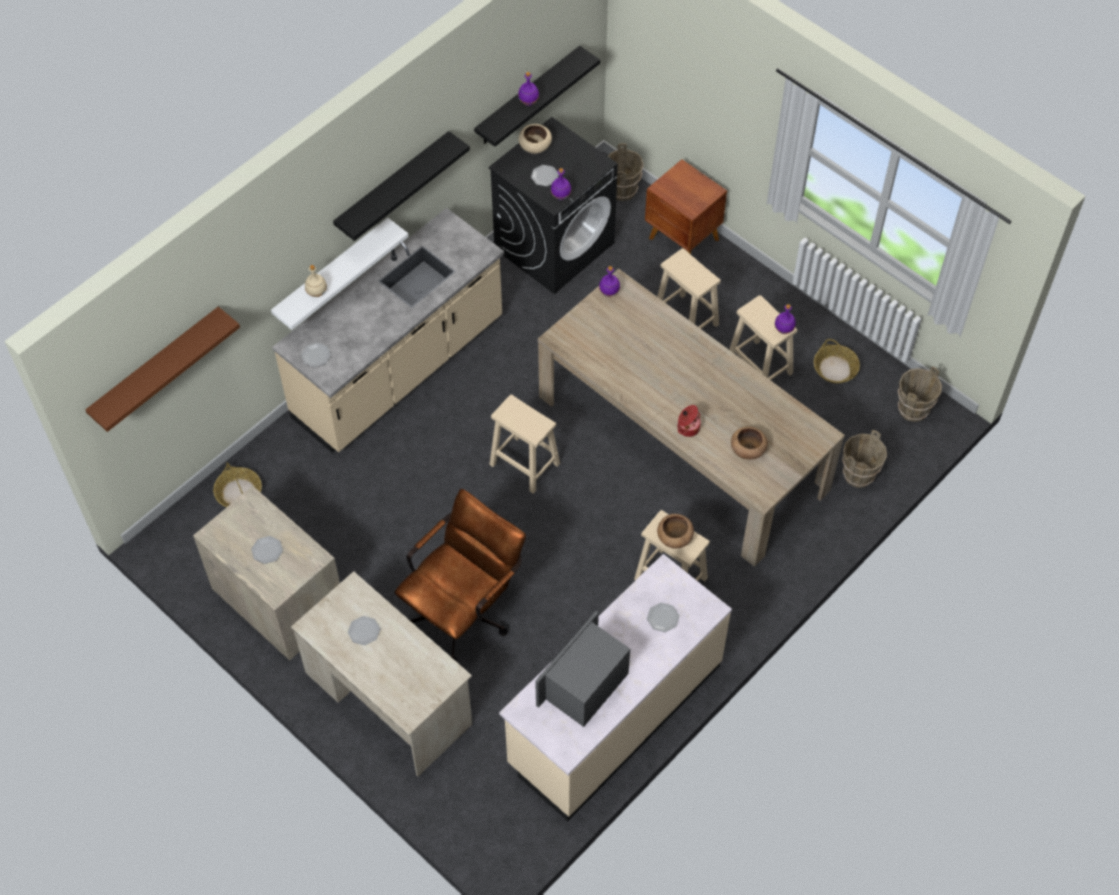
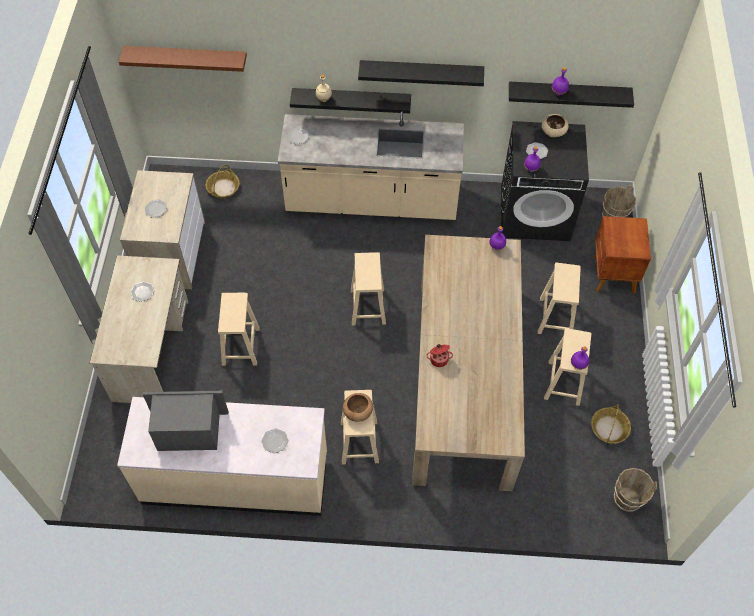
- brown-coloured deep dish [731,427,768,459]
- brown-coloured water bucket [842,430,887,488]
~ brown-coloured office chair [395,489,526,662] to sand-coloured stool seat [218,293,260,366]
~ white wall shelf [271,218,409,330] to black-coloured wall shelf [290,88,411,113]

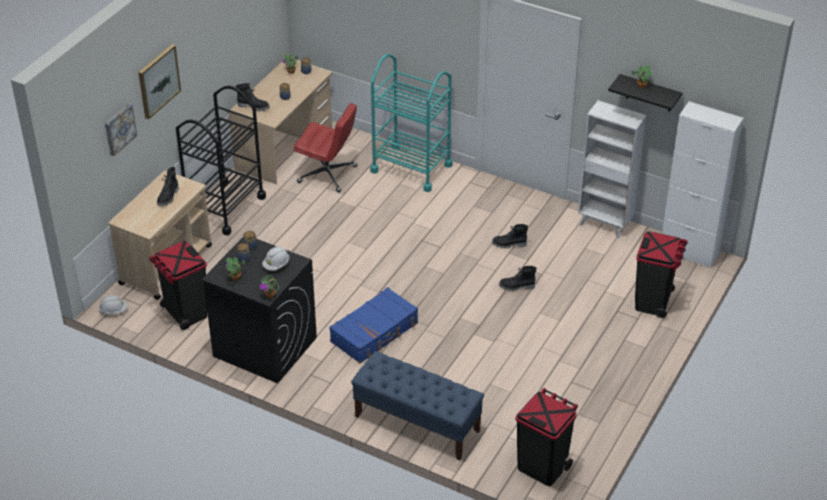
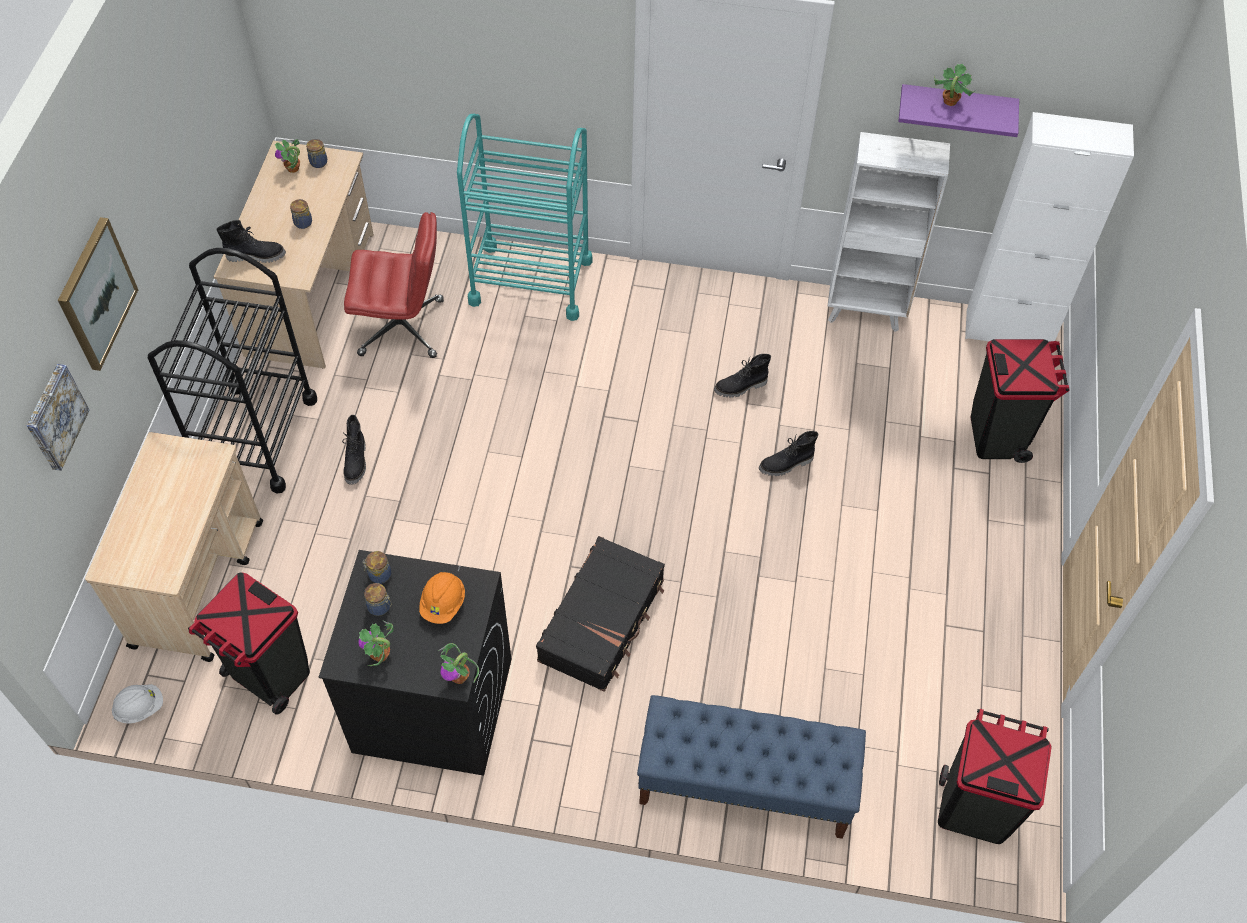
~ black-coloured boot [157,167,179,206] to [342,415,366,485]
~ white safety helmet [262,246,289,271] to orange-coloured safety helmet [419,572,465,624]
~ bluish piece of luggage [329,287,418,364] to black-coloured piece of luggage [536,536,665,692]
~ black-coloured wall shelf [608,74,682,111] to purplish wall shelf [898,84,1019,137]

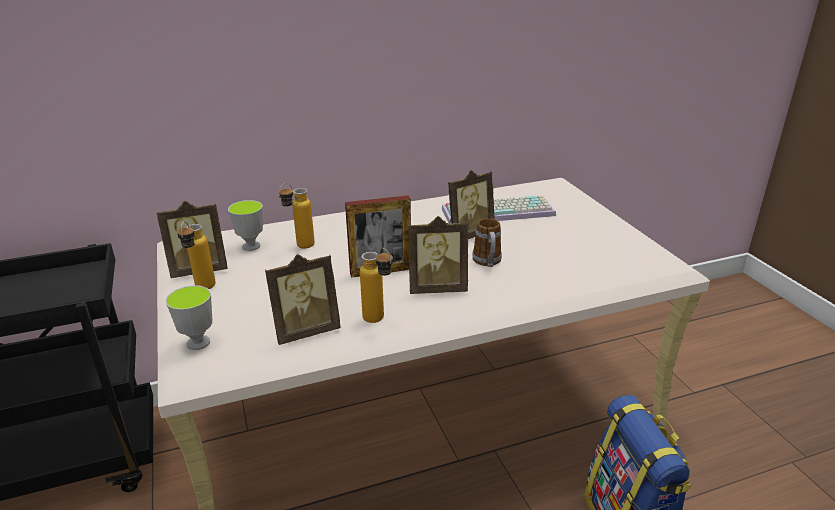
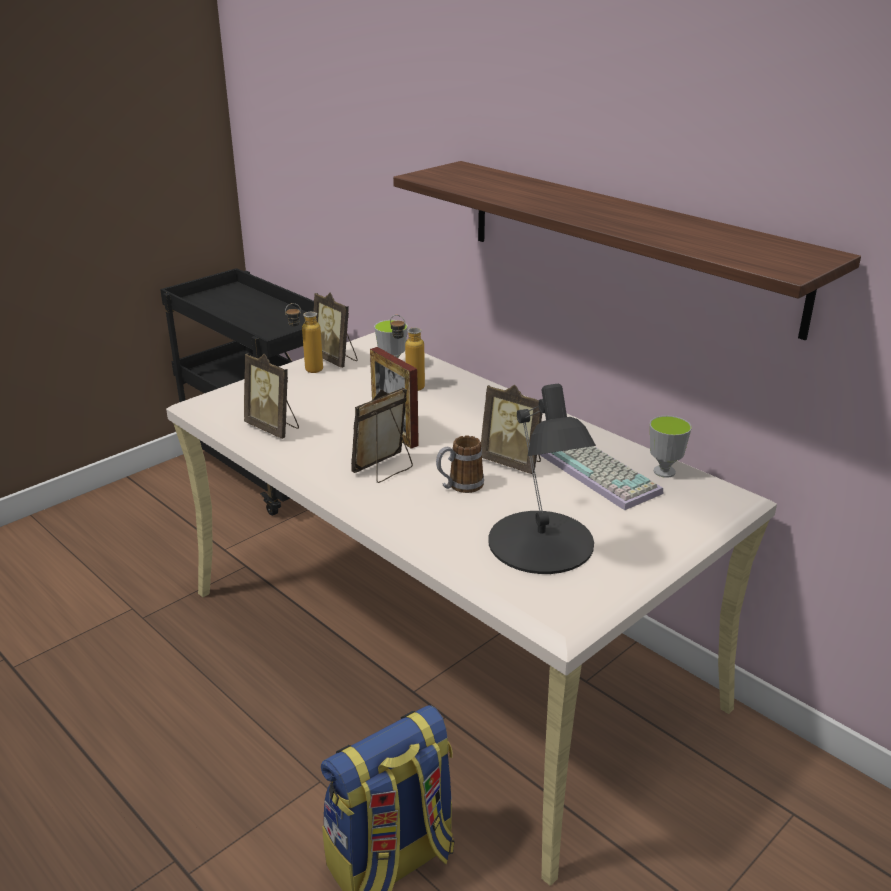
- drink bottle [360,247,393,323]
+ wall shelf [393,161,861,340]
+ black-coloured tabletop lamp [488,384,596,574]
~ small cup [165,285,212,350] to [650,416,692,478]
~ photo frame [408,216,468,294] = [351,388,413,483] 75 degrees clockwise

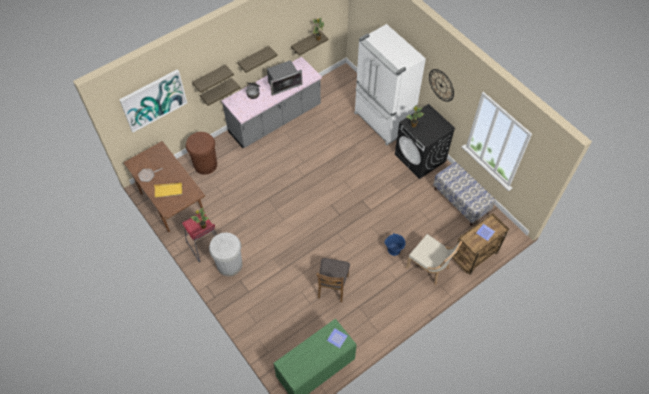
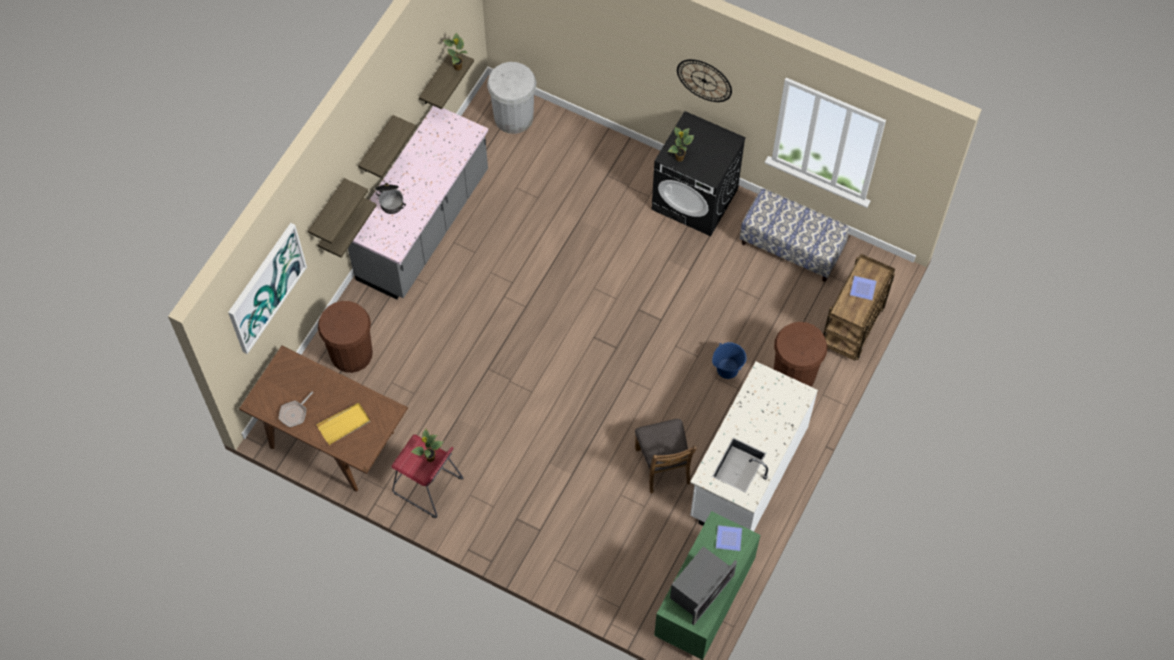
- white fridge [354,24,426,146]
+ white counter [690,361,818,532]
~ white waste bin [209,232,242,276] to [487,62,536,134]
~ kitchen microwave [267,60,302,96] to [670,546,737,626]
~ sand-coloured chair [406,234,462,285] to brown-coloured waste bin [774,322,827,387]

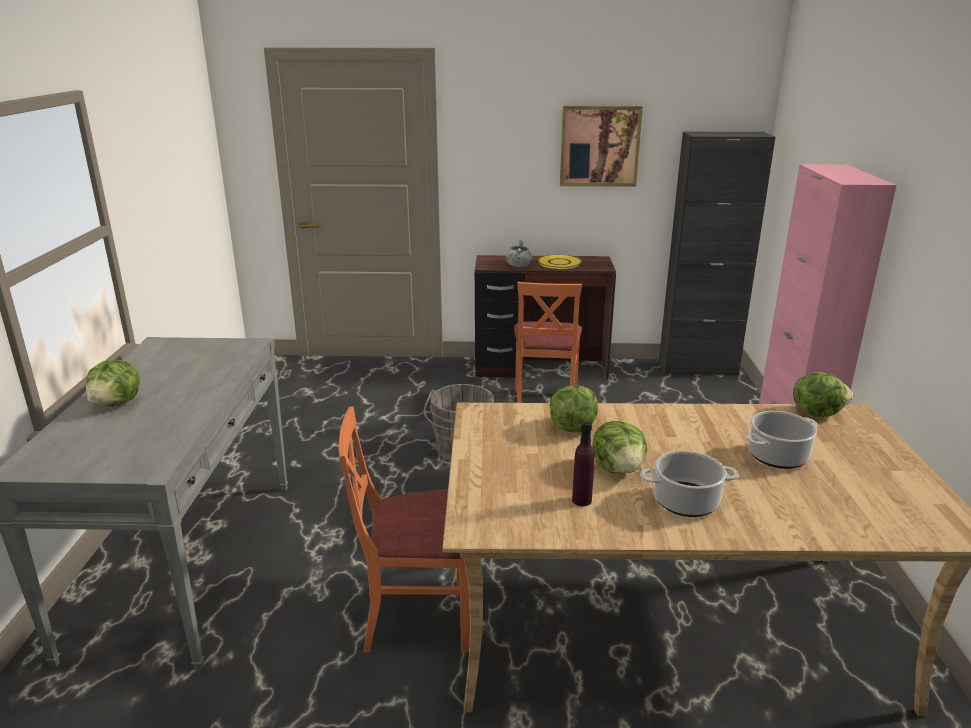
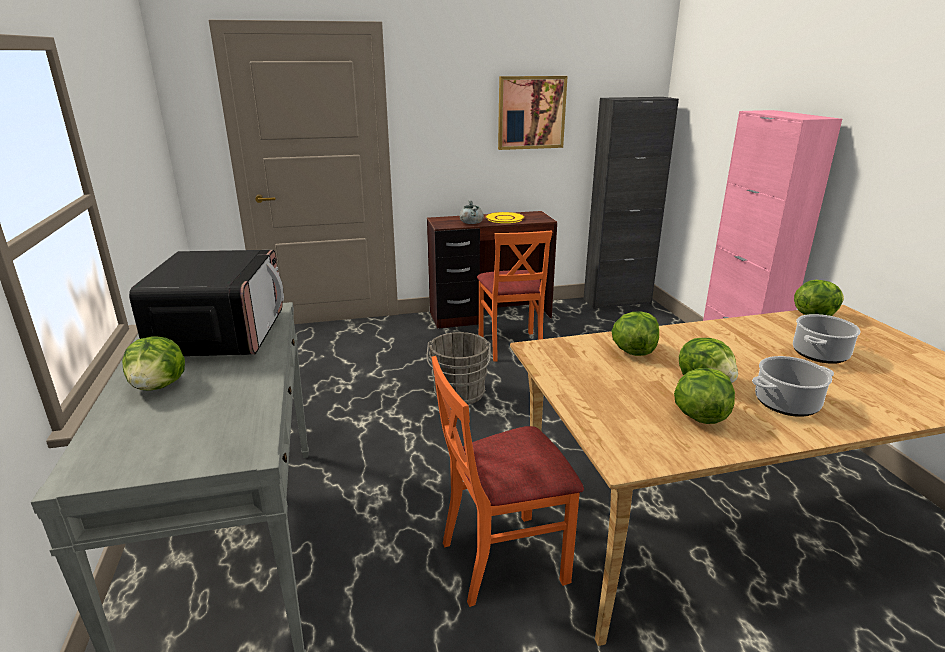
+ kitchen microwave [129,250,284,356]
~ purplish drink bottle [572,421,595,506] to head of lettuce [674,368,735,424]

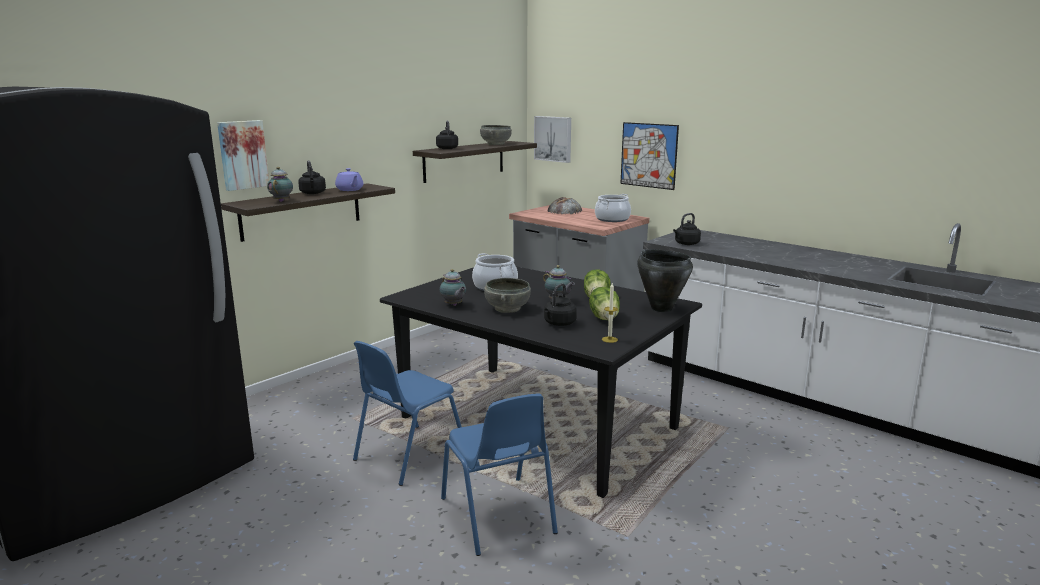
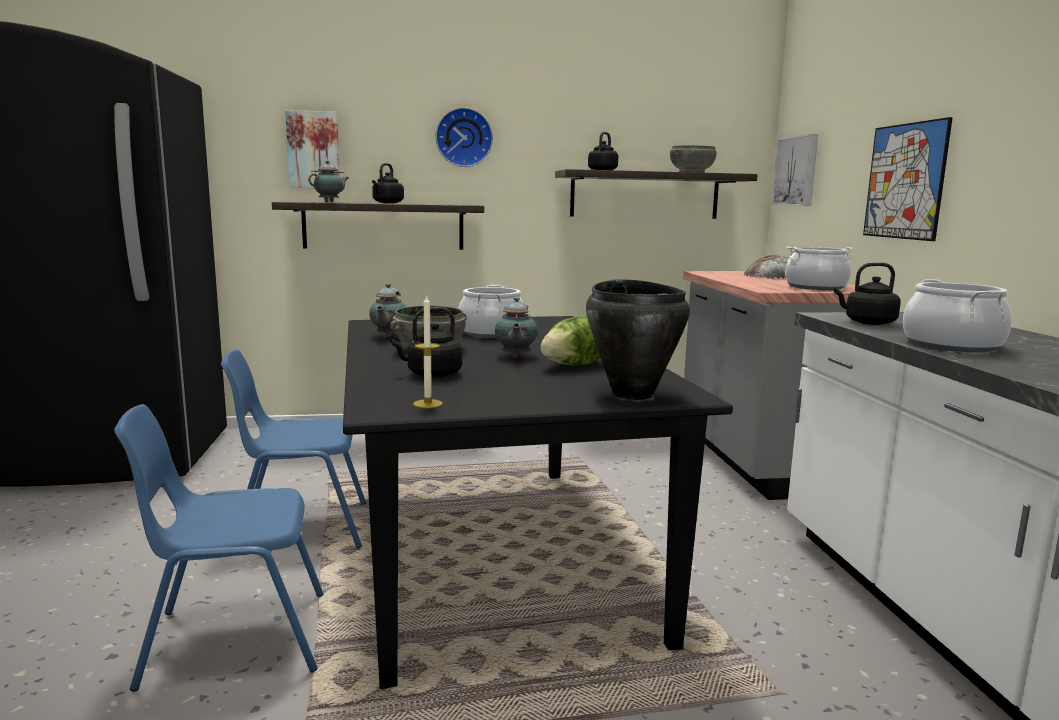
- purplish tea pot [335,168,363,191]
- head of lettuce [589,287,620,320]
+ clock on the wall [435,107,493,167]
+ saucepot [903,279,1012,352]
~ bluish chair [441,393,558,556] = [114,404,324,692] 60 degrees clockwise

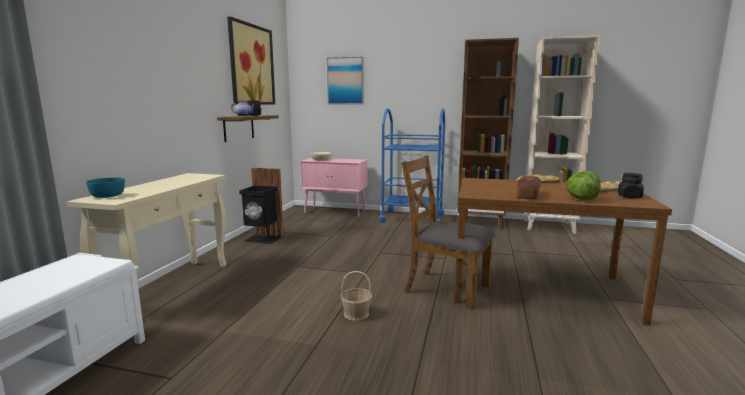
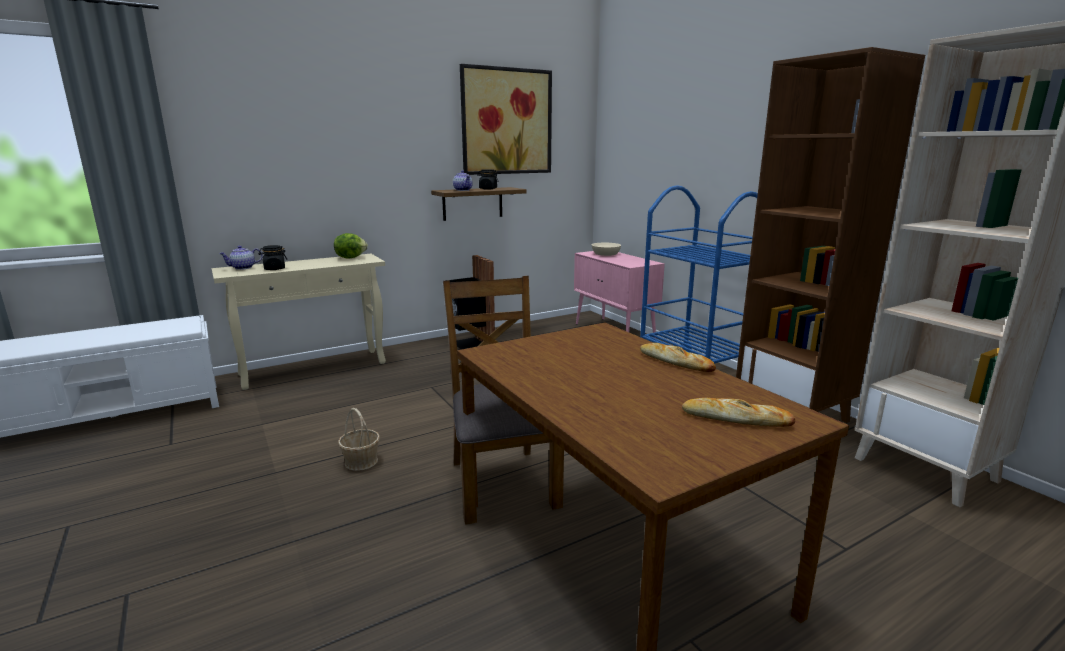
- picture [327,57,364,104]
- bread [517,176,541,199]
~ head of lettuce [566,171,601,200] to [334,233,368,258]
~ black-coloured preserve jar [618,173,644,198] to [259,245,287,270]
~ blue-green deep dish [86,177,125,198] to tea pot [219,246,263,270]

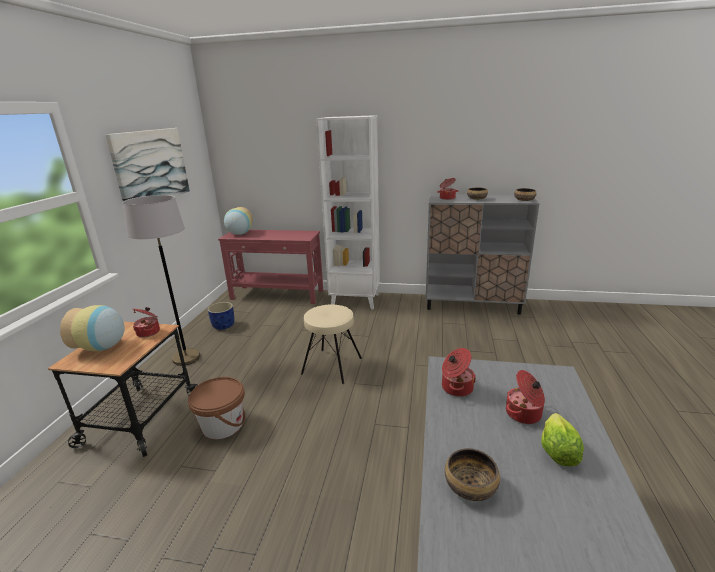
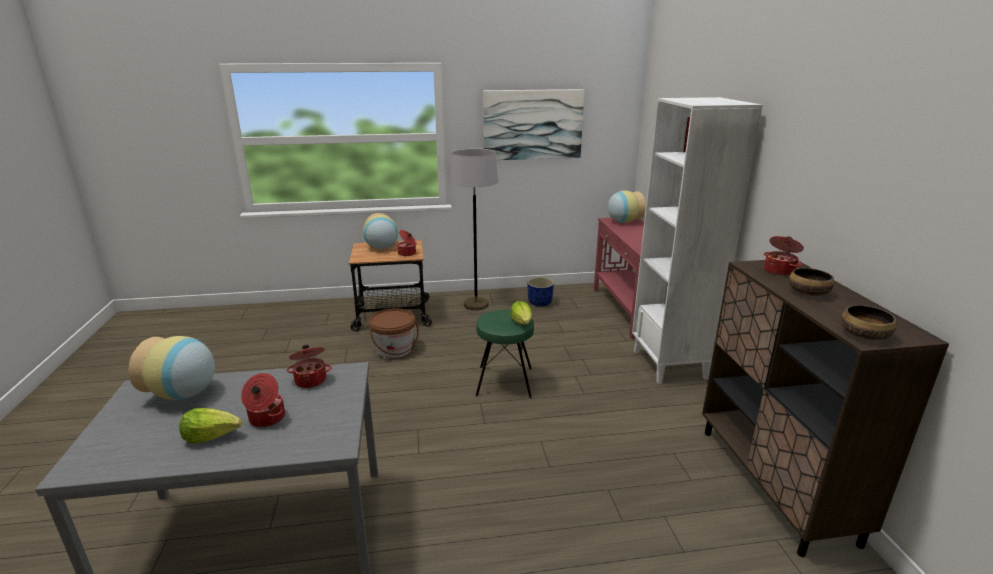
+ head of lettuce [510,301,532,324]
~ deep dish [445,448,500,501] to vase [128,336,215,400]
~ sand-coloured stool seat [301,305,362,384] to green-coloured stool seat [475,310,534,398]
~ gray cupboard [426,195,540,314] to brown-coloured cupboard [702,260,949,557]

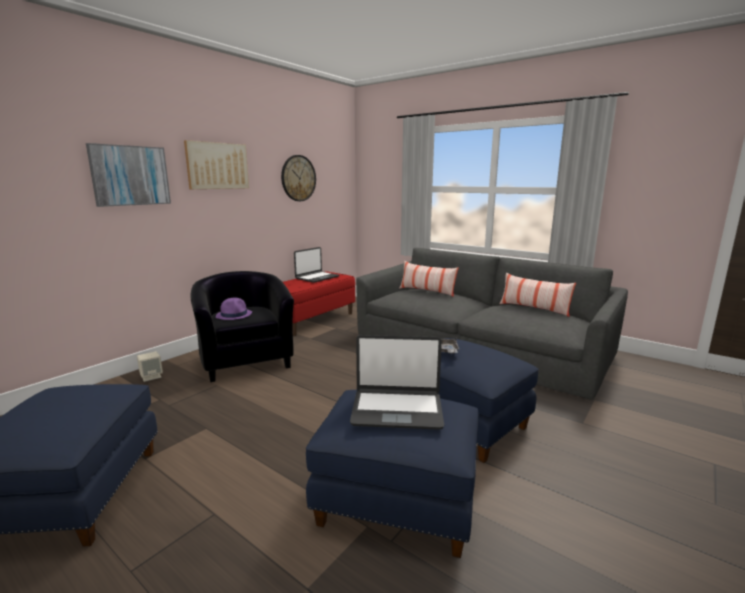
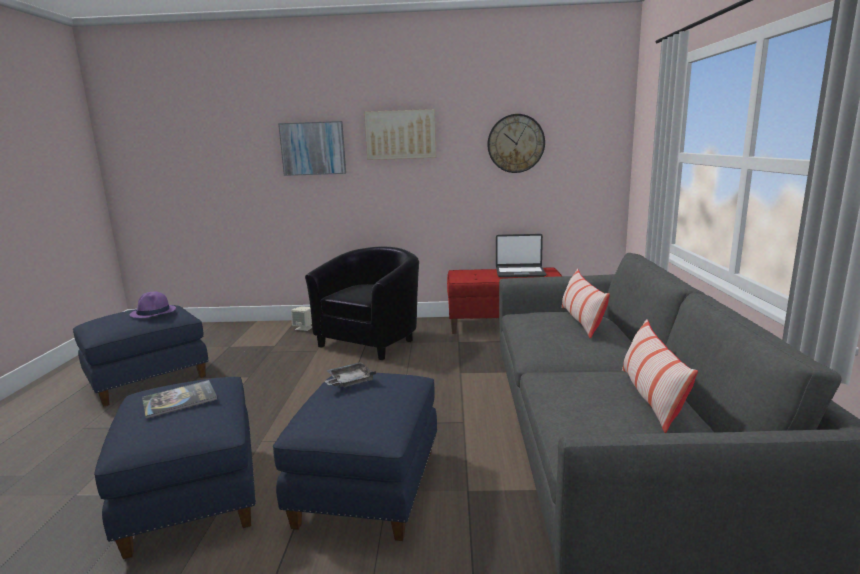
~ purplish wearable hat [216,298,252,320] to [130,292,176,318]
~ portable computer [350,335,444,430] to volume [142,380,217,419]

